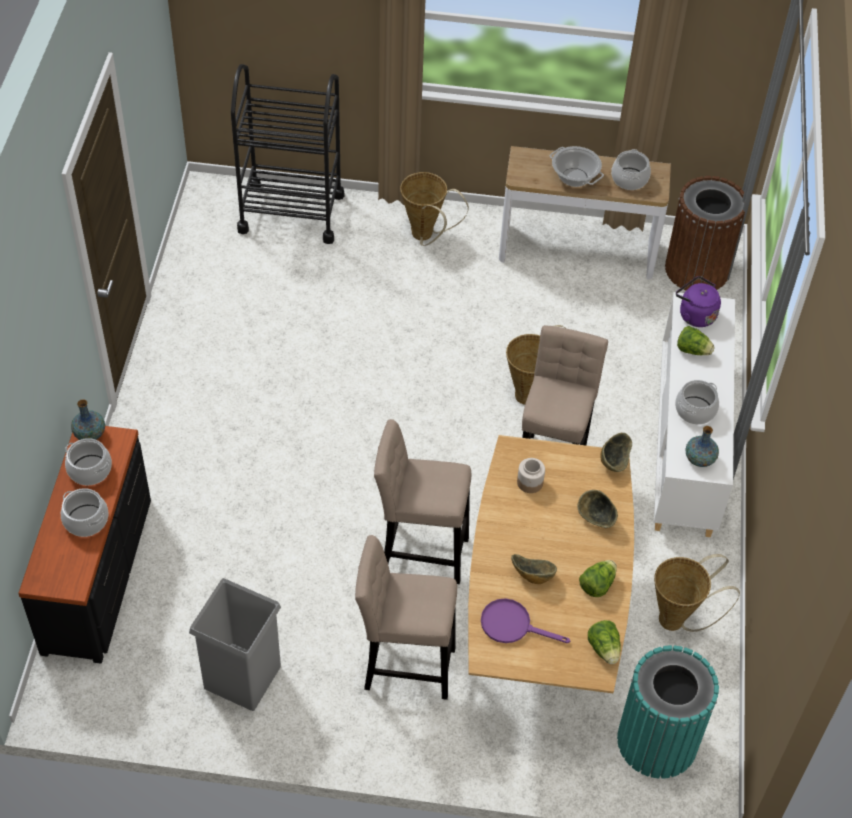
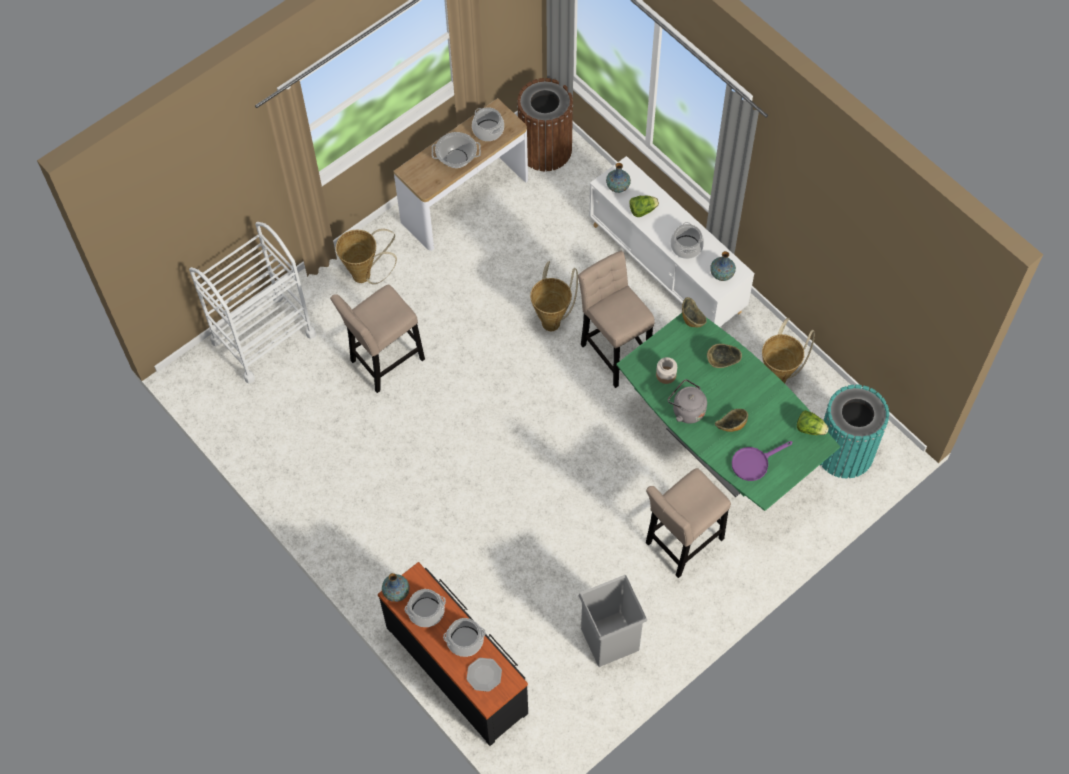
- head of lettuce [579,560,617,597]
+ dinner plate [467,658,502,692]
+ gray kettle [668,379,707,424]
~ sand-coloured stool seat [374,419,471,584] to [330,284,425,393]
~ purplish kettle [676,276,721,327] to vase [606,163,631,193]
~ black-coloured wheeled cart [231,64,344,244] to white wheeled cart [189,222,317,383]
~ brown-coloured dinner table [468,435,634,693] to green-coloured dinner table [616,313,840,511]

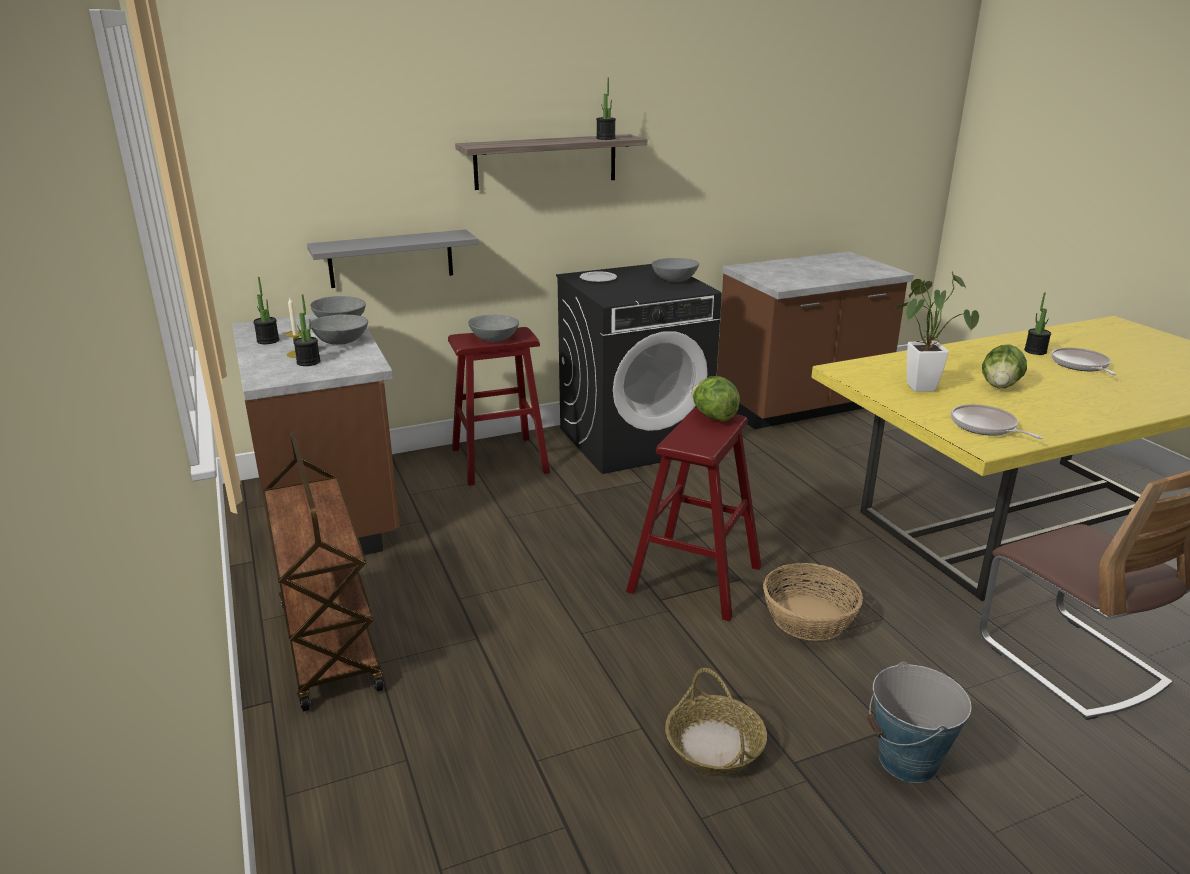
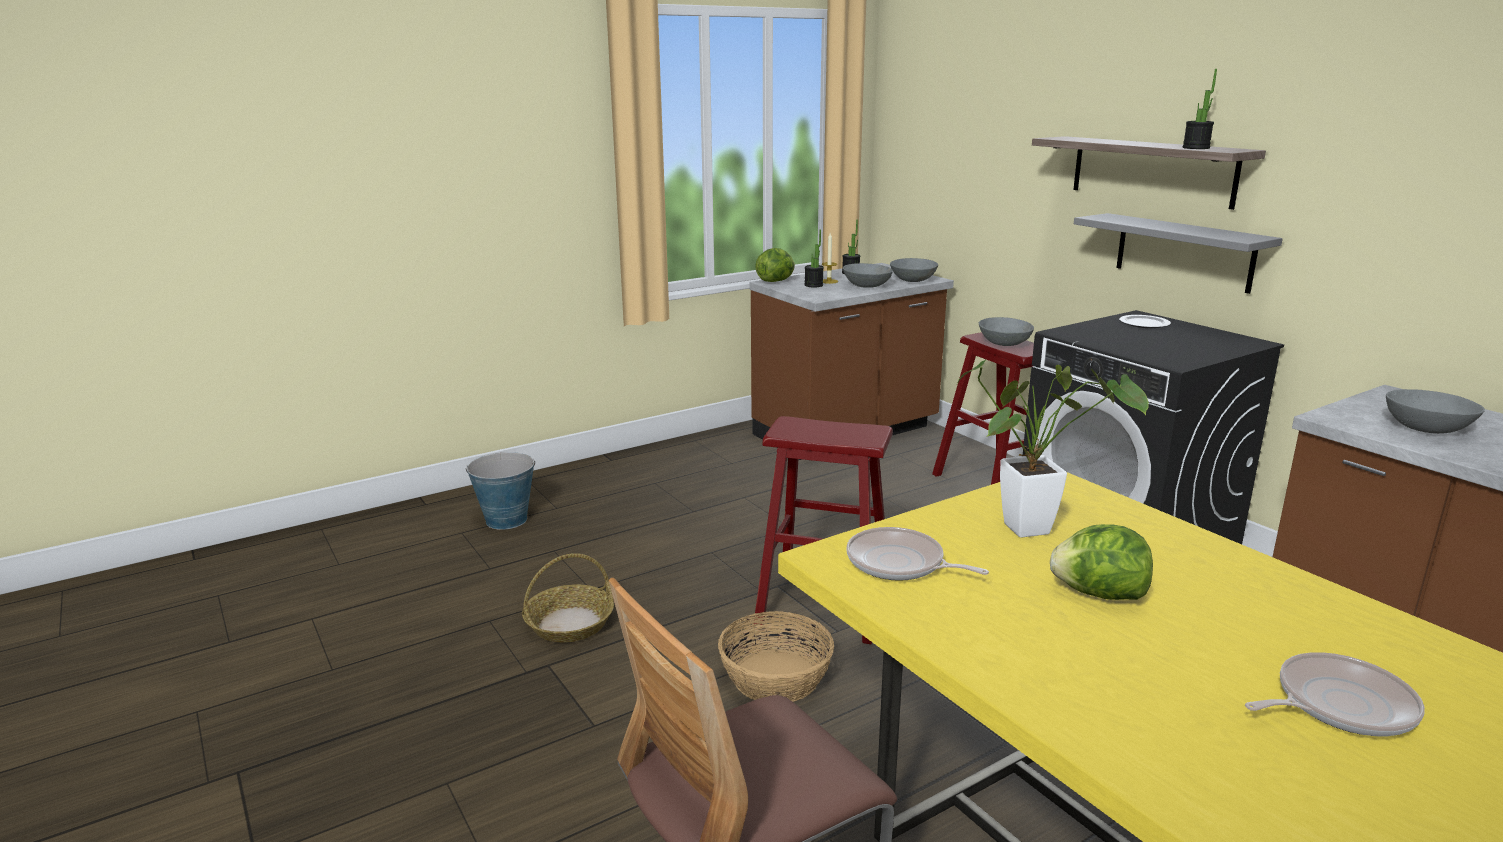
- brown-coloured wheeled cart [263,432,384,712]
- houseplant [1024,292,1051,355]
~ gray wall shelf [307,229,479,288] to [1074,213,1283,294]
~ gray deep dish [652,258,699,282] to [1386,389,1485,434]
~ head of lettuce [691,376,740,421] to [755,248,795,282]
~ water bucket [867,662,972,783] to [466,452,535,530]
~ frying pan [951,404,1043,439] = [847,527,989,581] 105 degrees counterclockwise

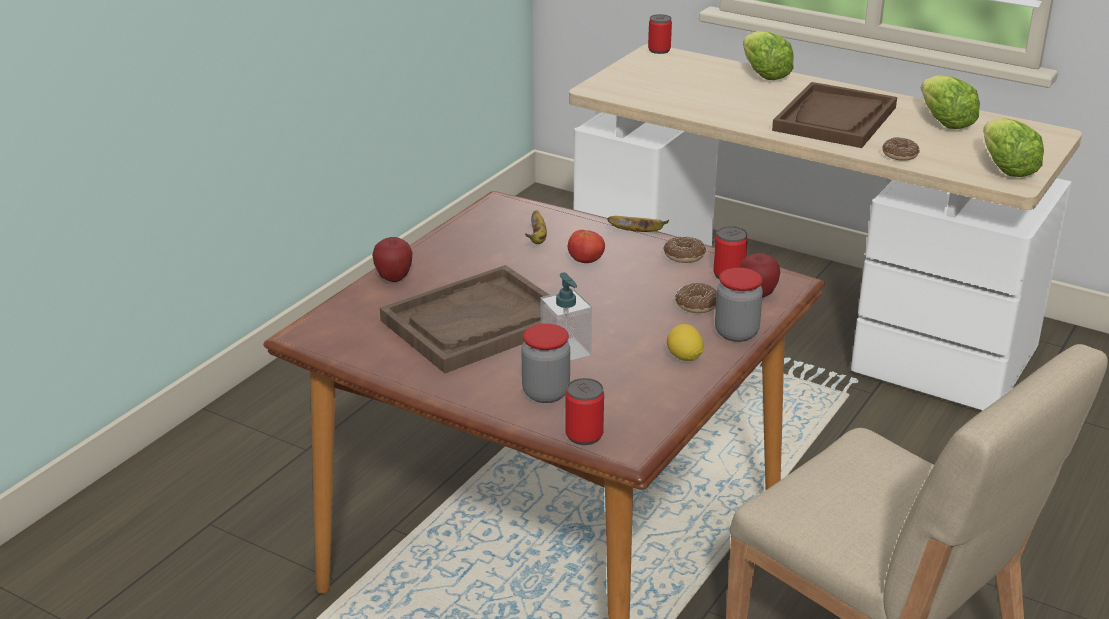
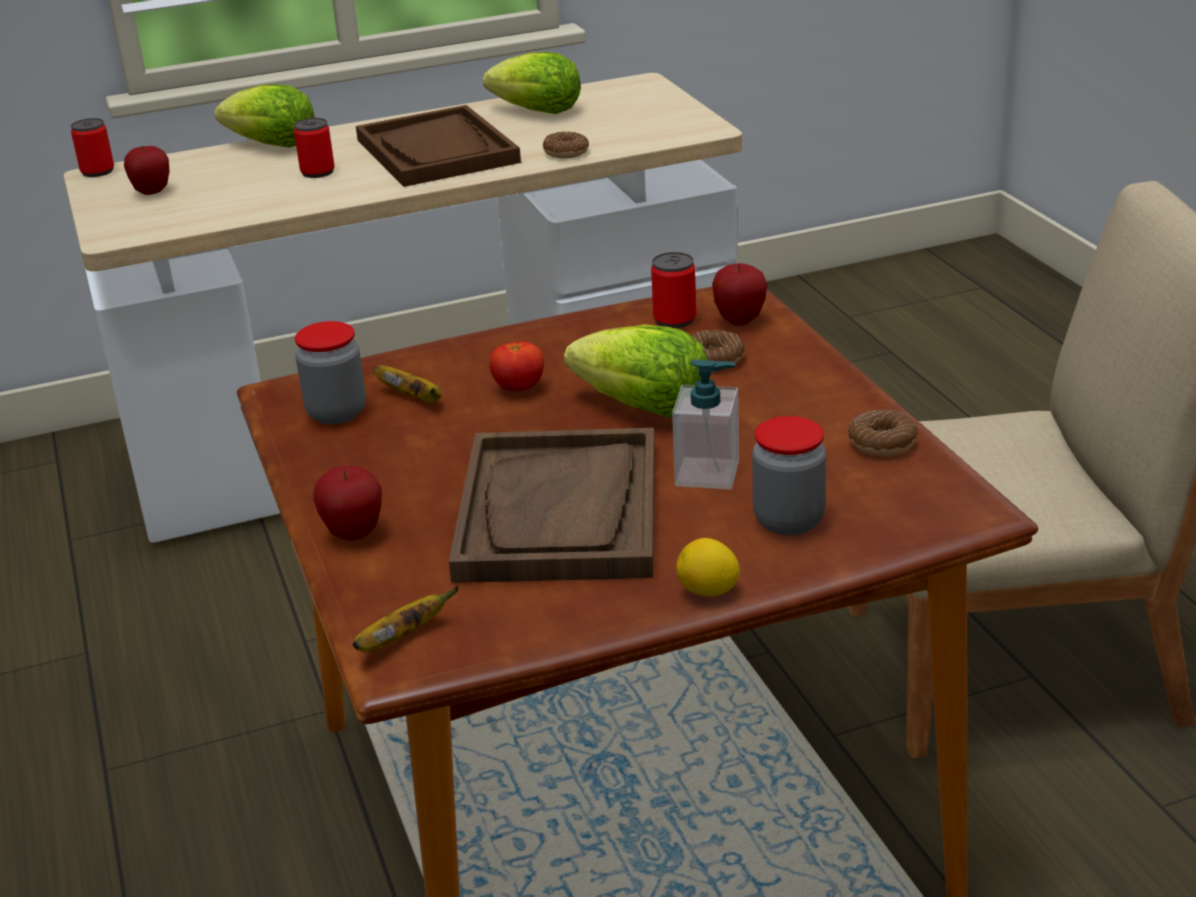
+ whole apple [124,146,170,195]
~ metal can [565,378,604,445] to [294,118,334,178]
~ banana [608,216,669,232] to [353,586,459,652]
~ ring doughnut [663,236,706,263] to [848,410,918,456]
~ citrus fruit [667,324,703,361] to [676,538,740,597]
~ preserve jar [715,268,763,342] to [295,321,366,425]
~ head of lettuce [983,118,1044,177] to [564,324,710,417]

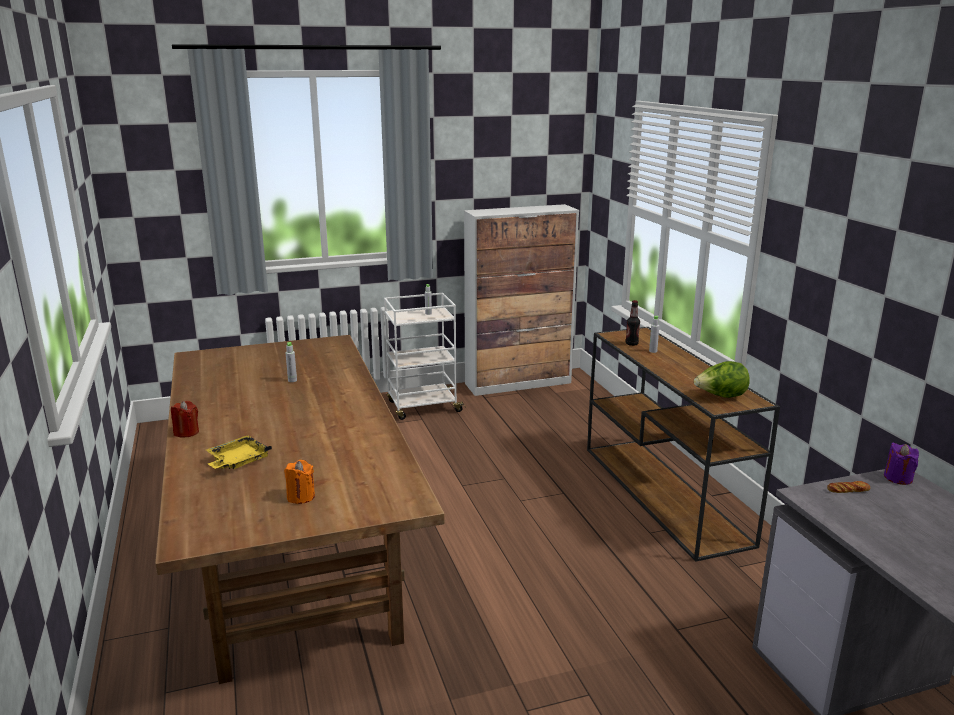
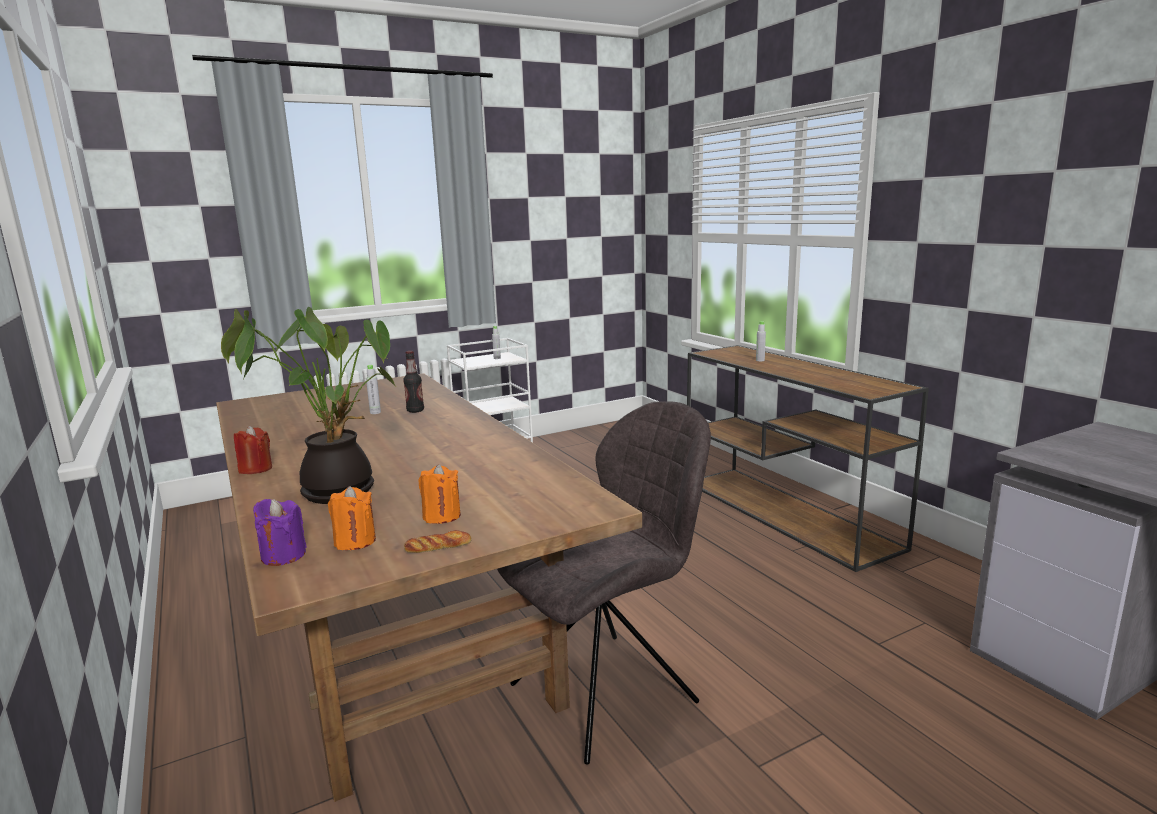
- cupboard [464,204,579,396]
- head of lettuce [694,361,750,398]
+ orange-coloured candle [328,486,376,550]
+ gray chair [497,401,711,765]
~ drink bottle [625,300,640,346] to [403,351,424,413]
~ bread [827,481,871,493] to [404,530,472,553]
~ purplish candle [884,442,919,485] to [253,499,307,566]
~ yellow carrying tray [206,435,272,469] to houseplant [221,307,395,504]

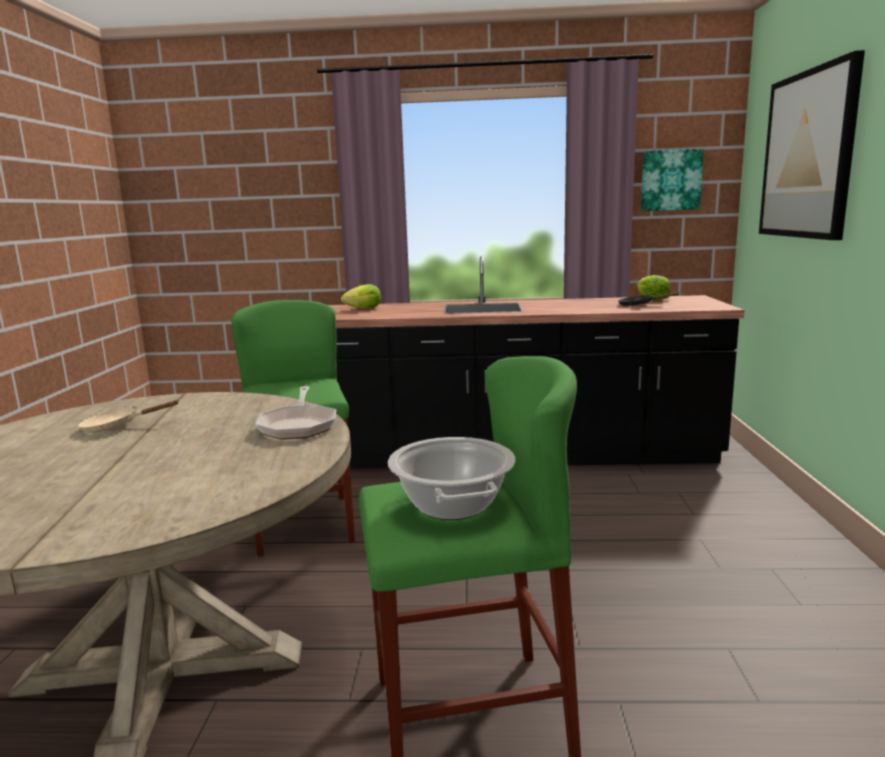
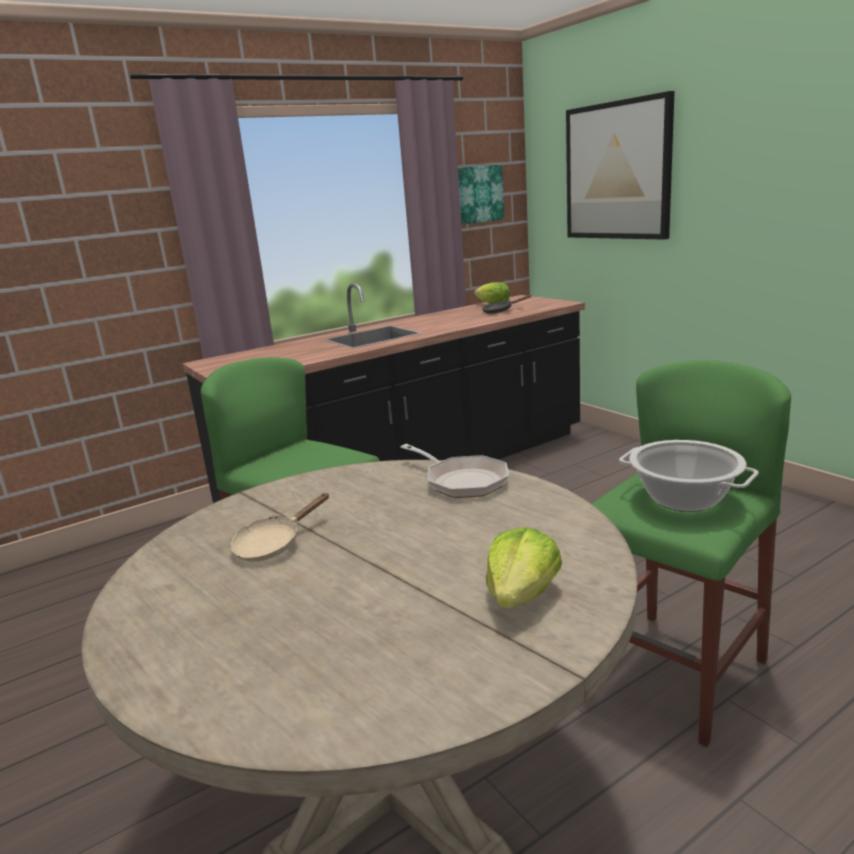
~ head of lettuce [341,284,381,308] to [486,527,562,608]

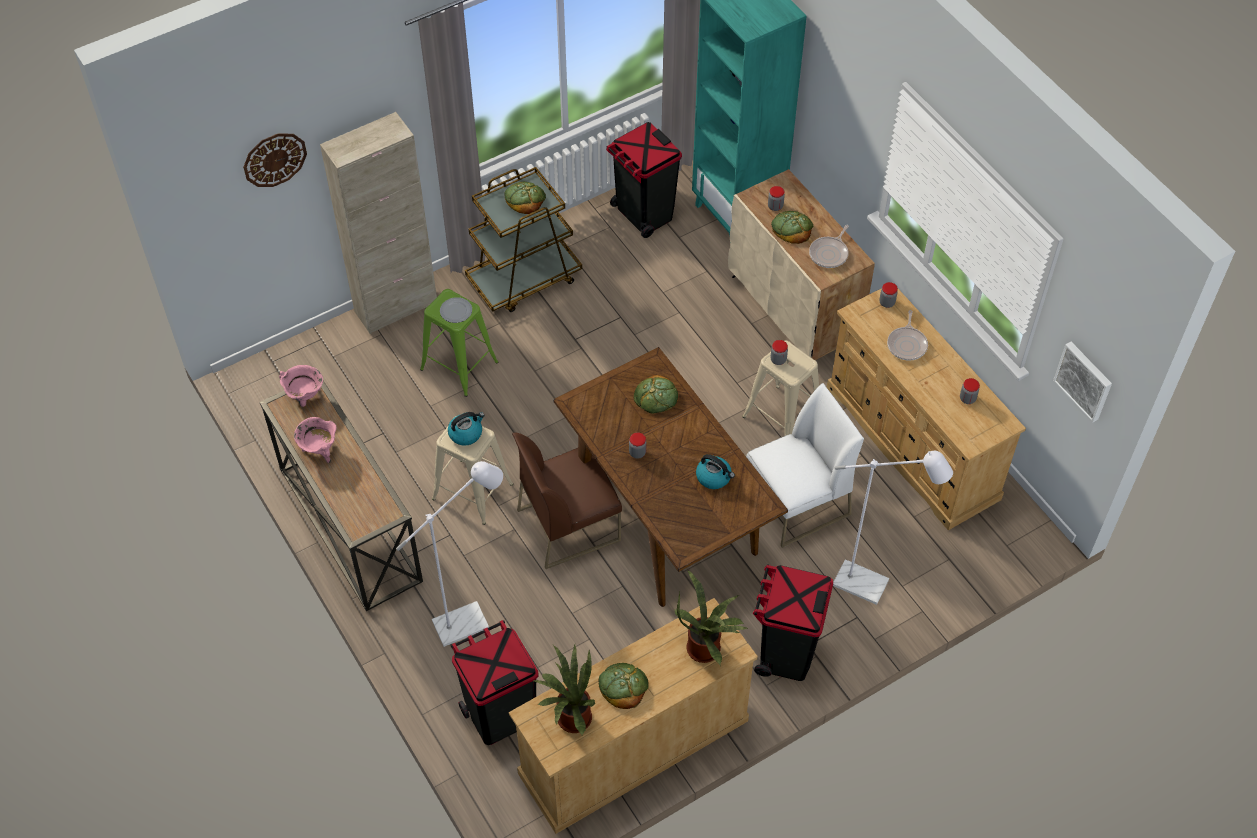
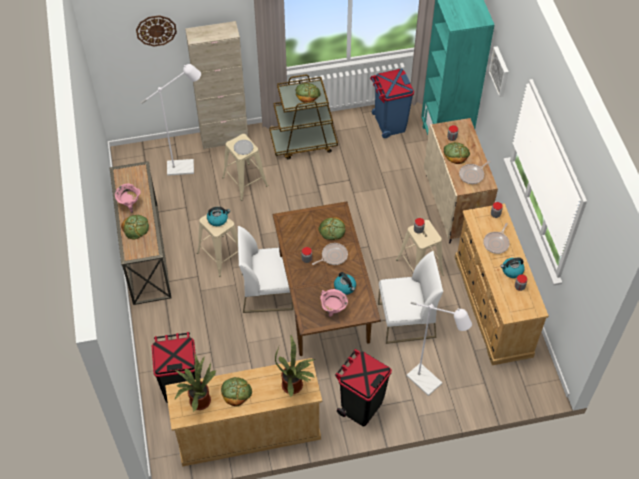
+ bread [121,215,149,239]
+ frying pan [312,243,348,265]
+ kettle [501,258,525,278]
~ pinkish saucepot [279,365,323,407] to [320,289,348,317]
~ white standard lamp [396,461,503,647] to [141,64,201,176]
~ picture [1053,342,1112,423] to [489,46,509,97]
~ green-coloured stool seat [420,289,498,397] to sand-coloured stool seat [222,134,268,200]
~ brown-coloured chair [512,432,622,569] to white chair [238,226,293,313]
~ black-coloured waste bin [606,122,682,238] to bluish waste bin [370,69,414,138]

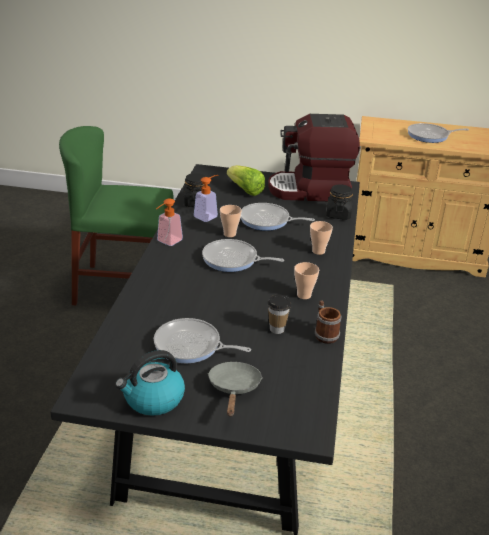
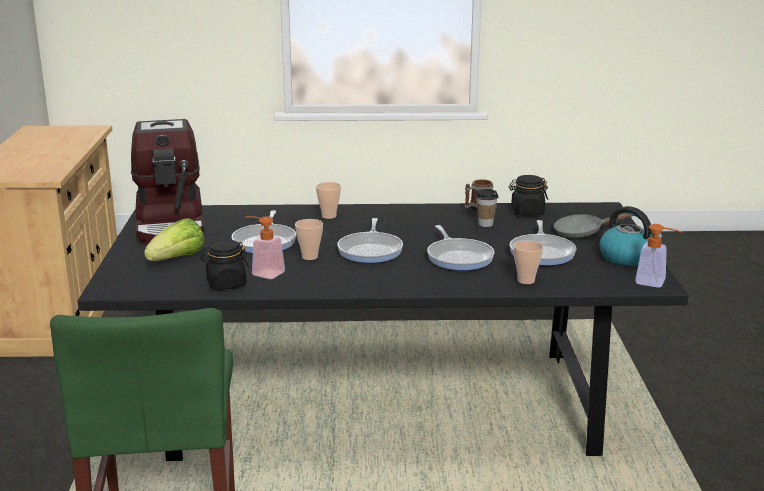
~ liquid soap bottle [156,198,183,246] to [635,224,683,288]
~ small cup [294,262,319,299] to [513,240,543,284]
~ black-coloured preserve jar [326,184,353,219] to [509,175,548,216]
~ frying pan [408,123,469,143] to [427,225,495,271]

